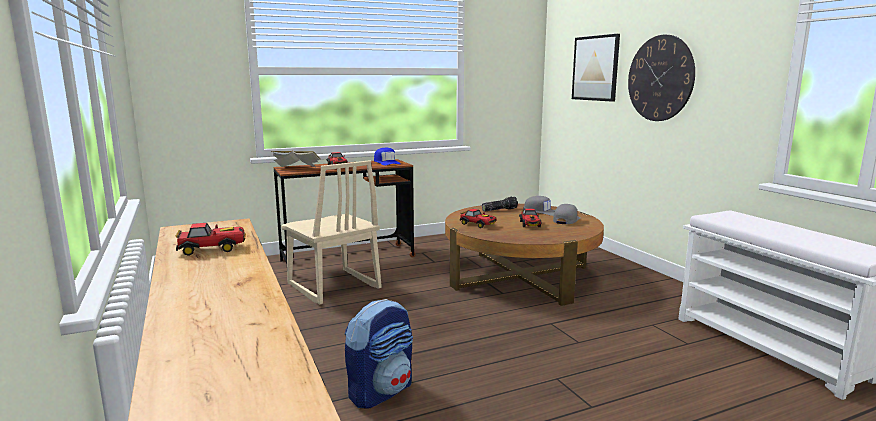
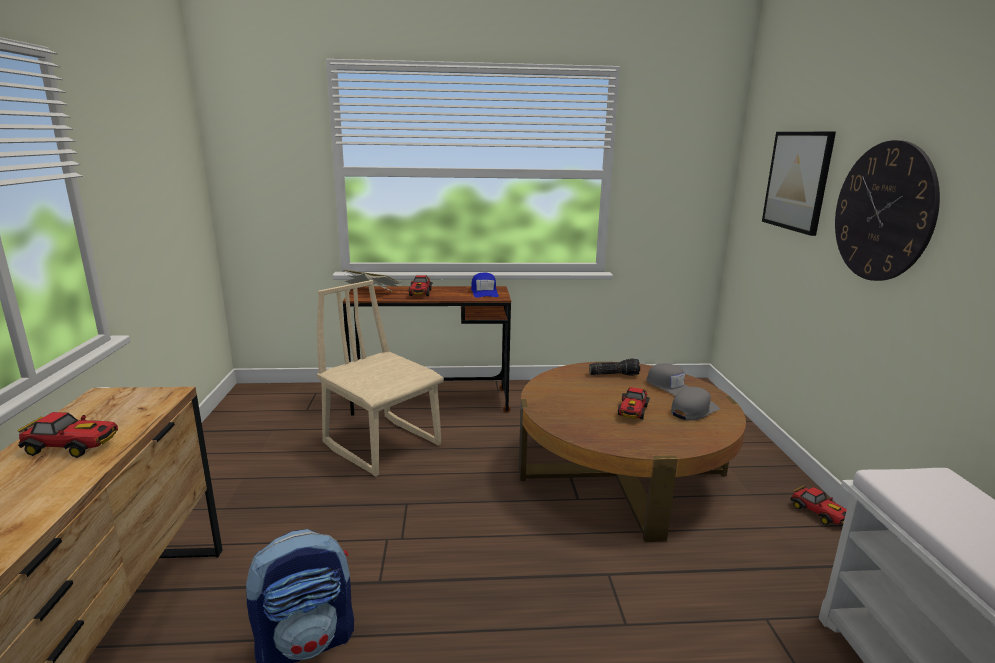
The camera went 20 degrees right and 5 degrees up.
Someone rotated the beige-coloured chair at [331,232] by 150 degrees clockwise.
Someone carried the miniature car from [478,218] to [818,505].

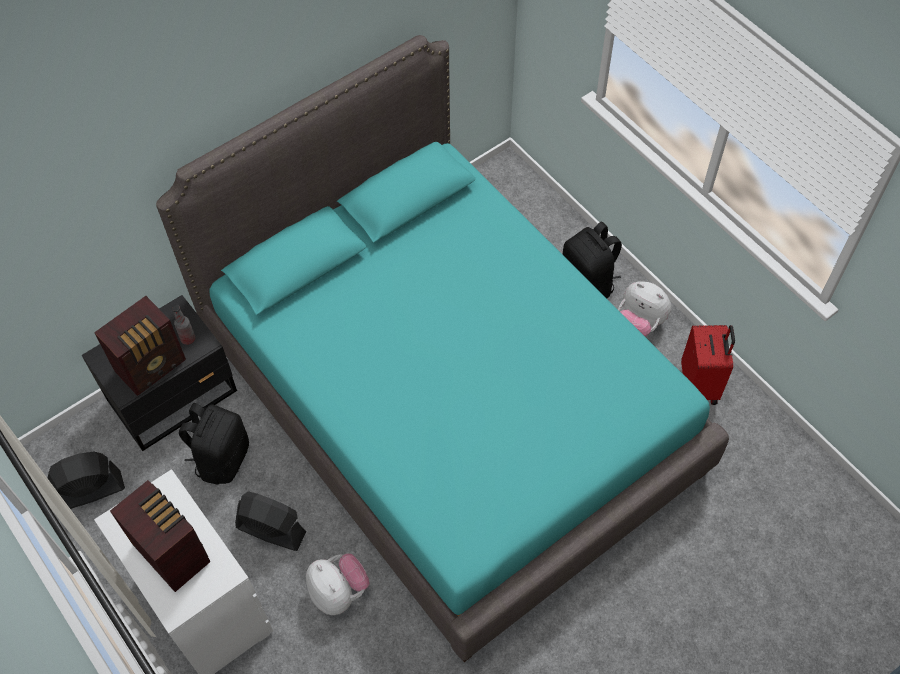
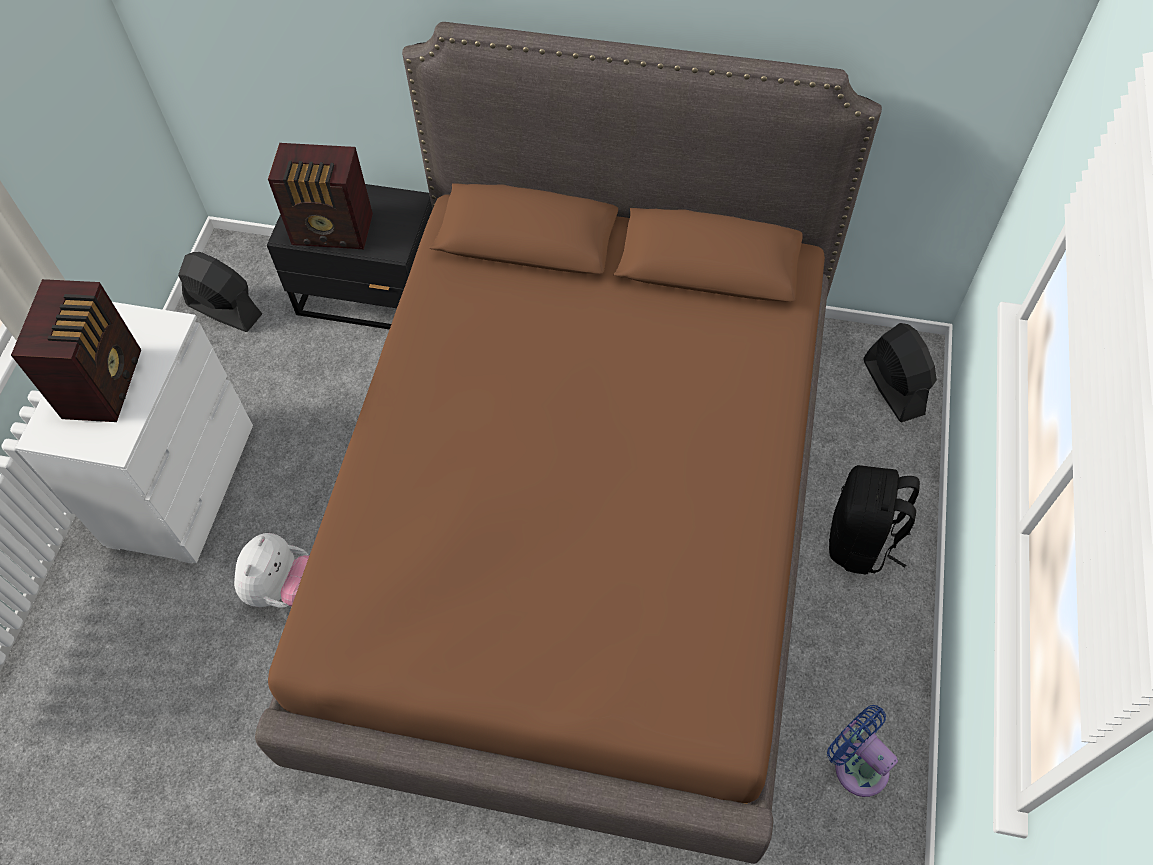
The camera went 50 degrees right and 0 degrees up.
Someone repainted the turquoise bed at [442,348], which became the brown bed at [568,443].
Someone took away the bottle at [184,325].
Someone took away the black backpack at [214,444].
Someone carried the black cooling fan from [271,521] to [900,372].
Someone took away the soft toy at [644,308].
Someone swapped the red-coloured piece of luggage at [708,365] for the blue cooling fan at [862,751].

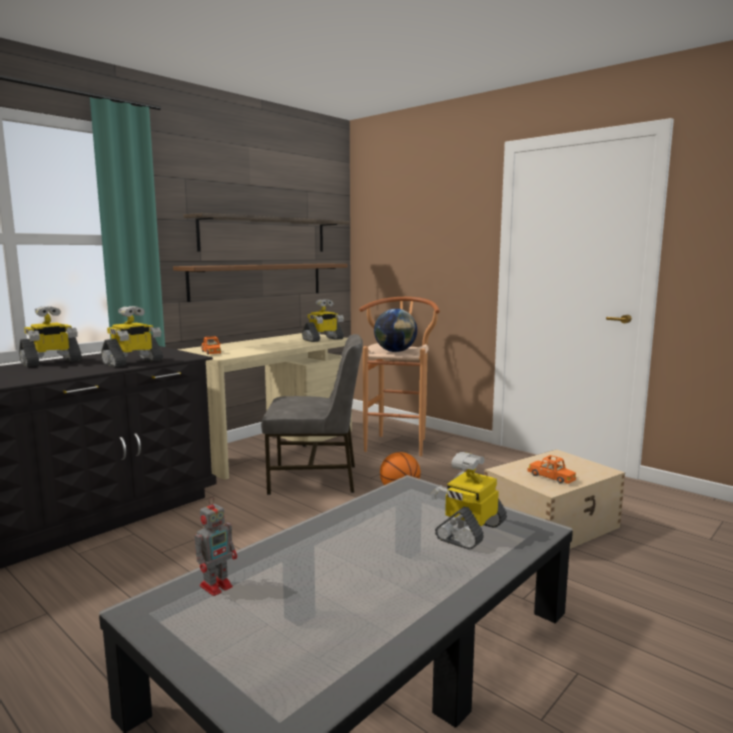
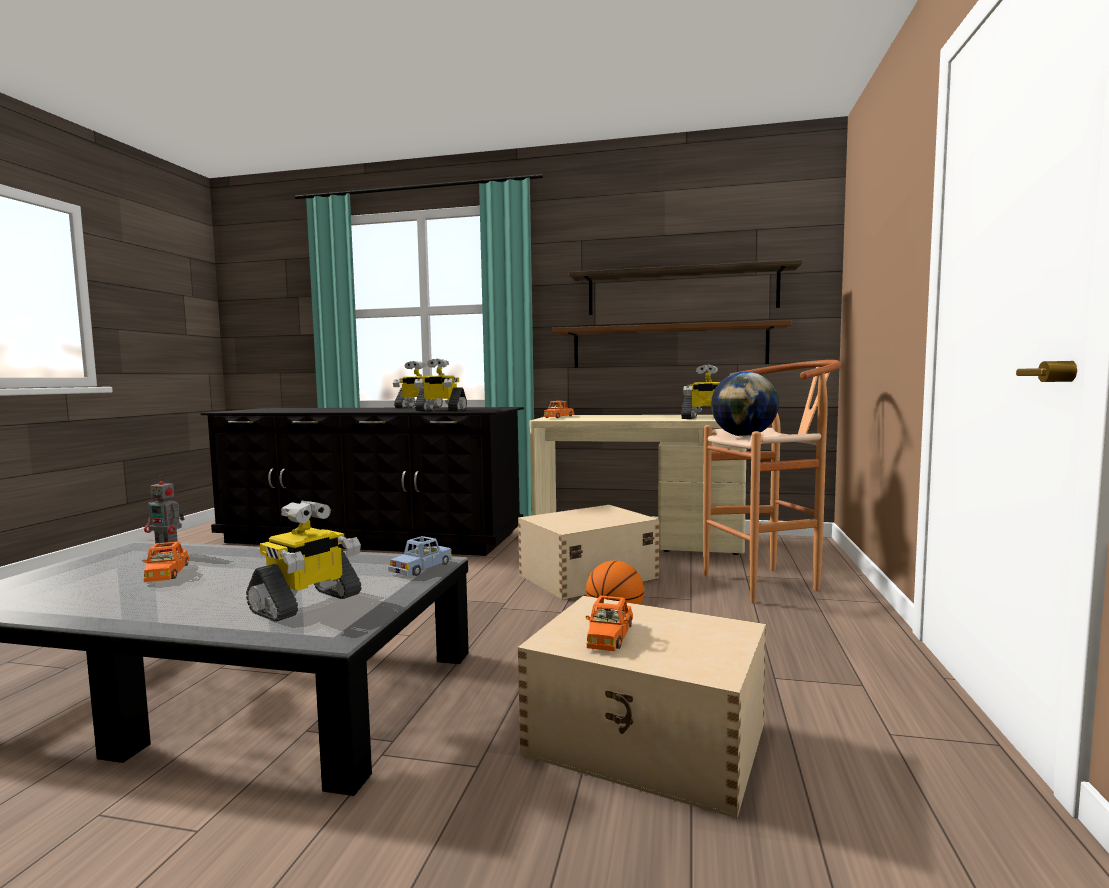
The camera went 60 degrees right and 5 degrees down.
Someone swapped the greyish chair at [312,414] for the beige-coloured storage container at [588,552].
Someone rotated the toy robot at [469,500] by 120 degrees clockwise.
Someone put down the orangey miniature car at [166,562].
Someone put down the blue miniature car at [420,556].

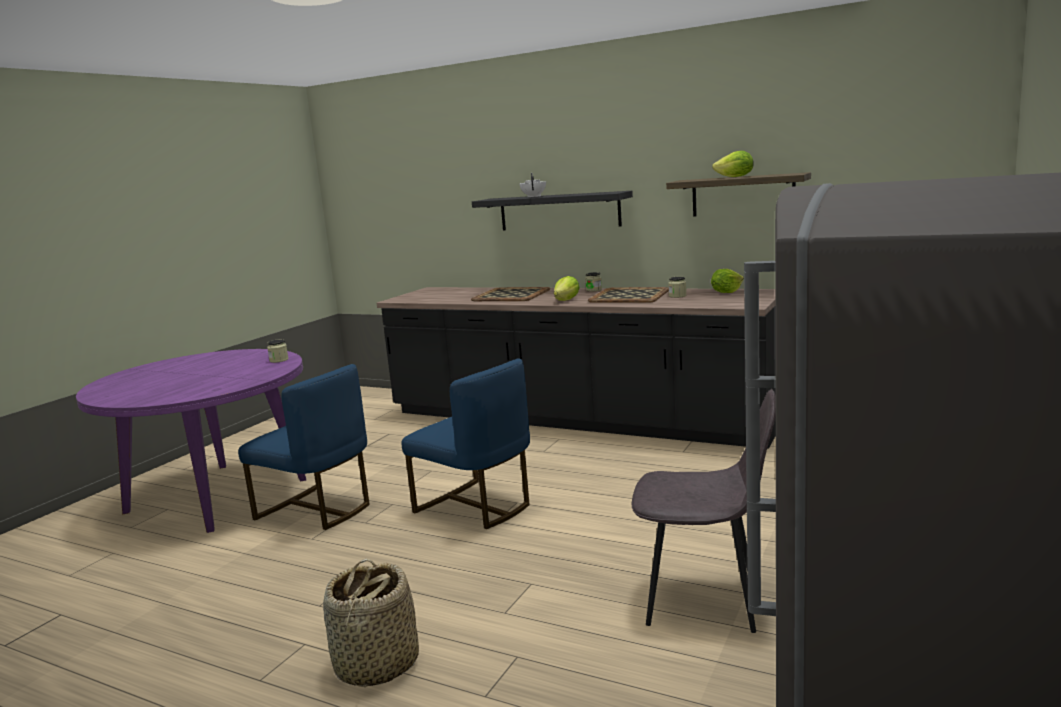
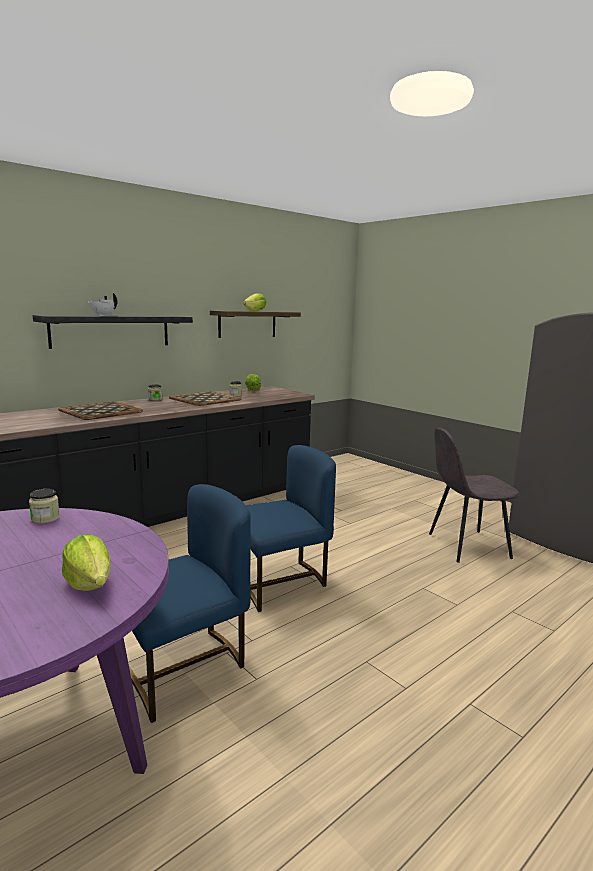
The camera went 70 degrees left and 0 degrees up.
Someone took away the basket at [371,623].
Someone carried the lettuce head from [567,288] to [86,562].
Someone rotated the greyish chair at [704,511] by 135 degrees counterclockwise.

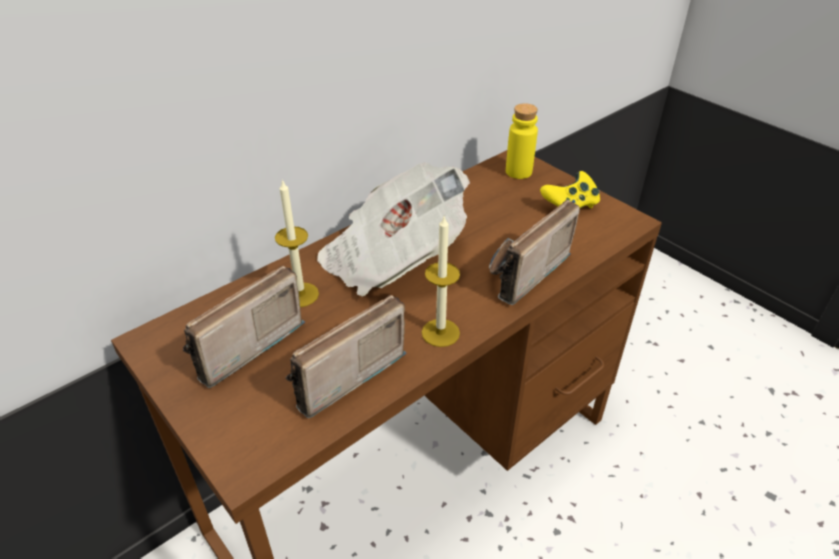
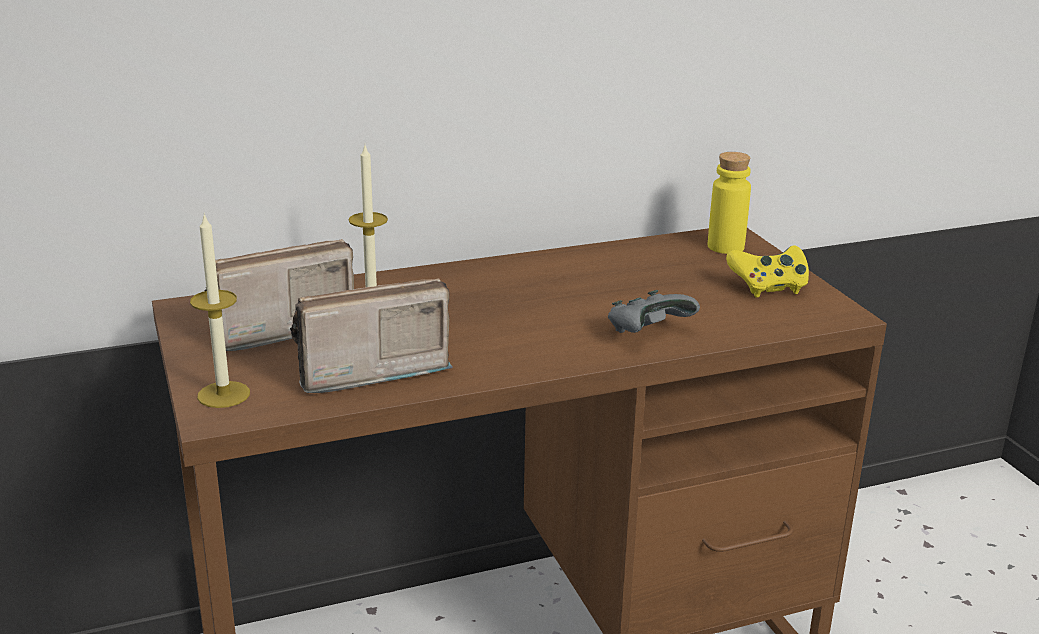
The camera went 20 degrees right and 15 degrees down.
Someone took away the printed paper at [393,229].
Someone carried the wax light from [441,281] to [220,311].
Someone swapped the radio at [534,252] for the greyish gamepad at [654,311].

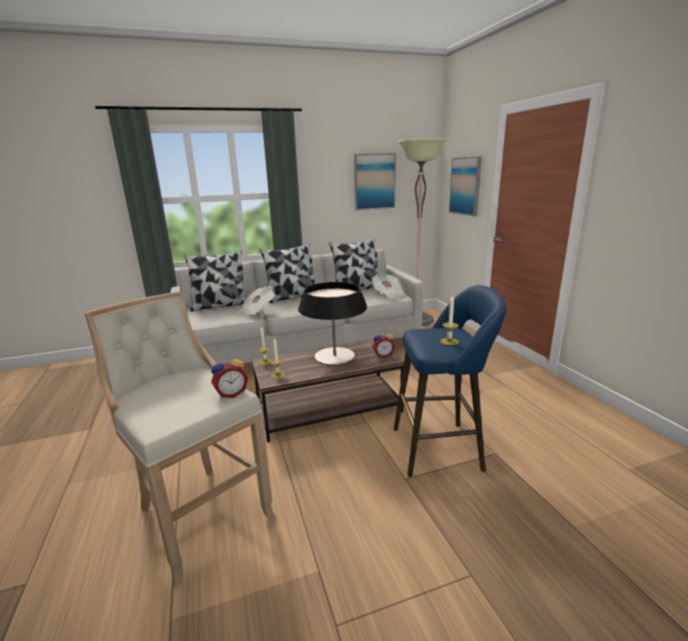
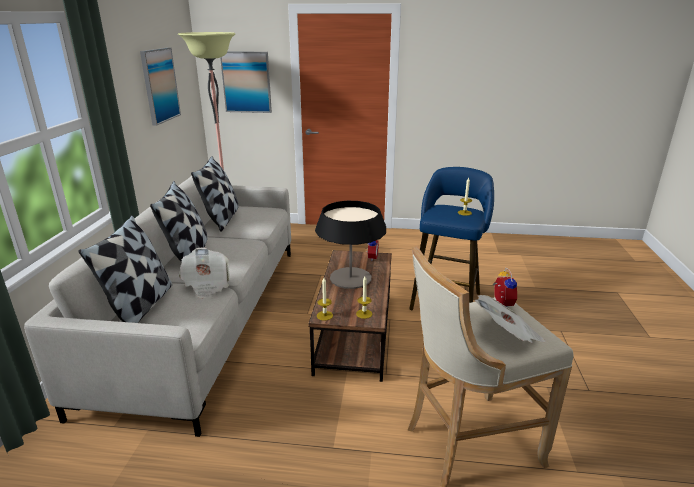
The camera went 65 degrees left and 5 degrees up.
Someone carried the printed paper from [388,286] to [510,319].

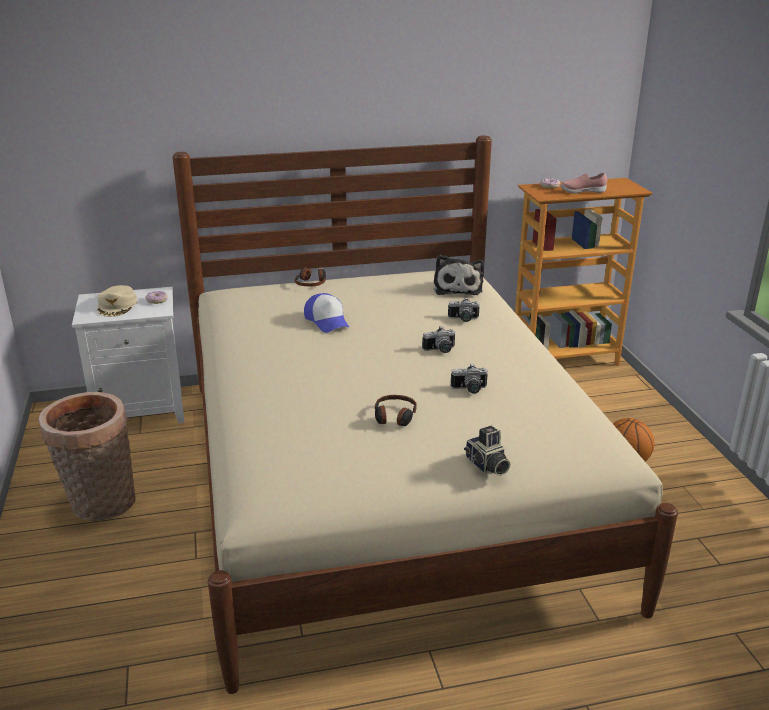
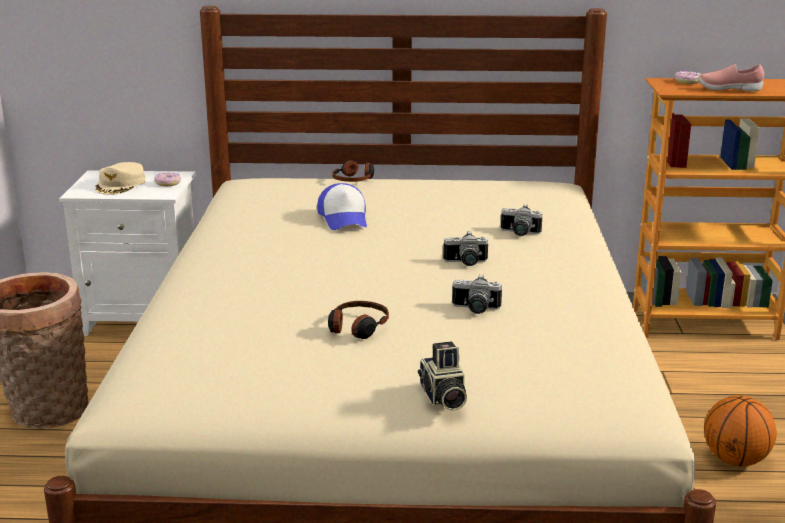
The camera went 15 degrees right and 5 degrees down.
Someone took away the soft toy at [459,275].

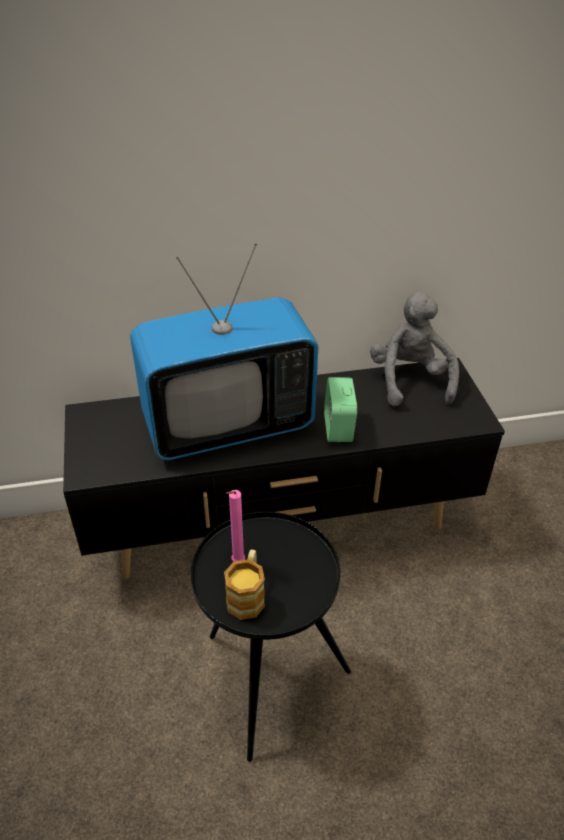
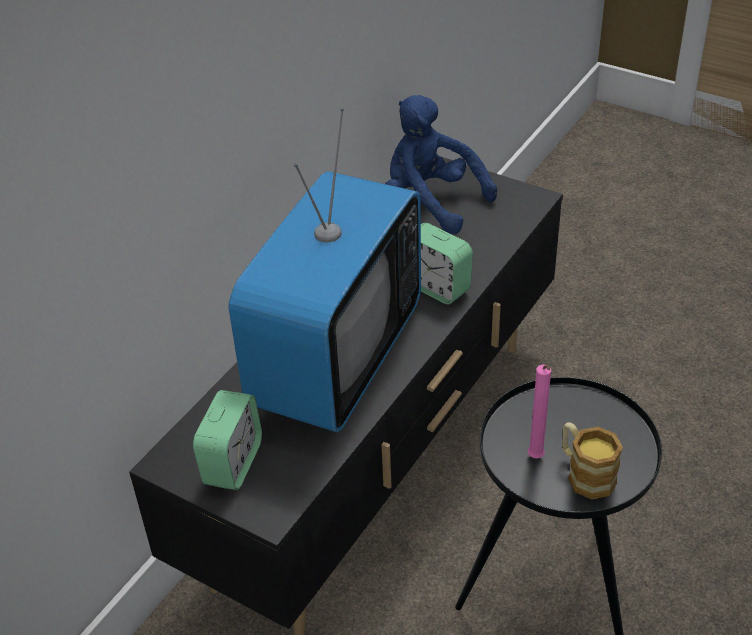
The camera went 45 degrees left and 0 degrees up.
Someone repainted the greyish soft toy at [414,349], which became the blue soft toy at [441,164].
Someone put down the alarm clock at [227,440].

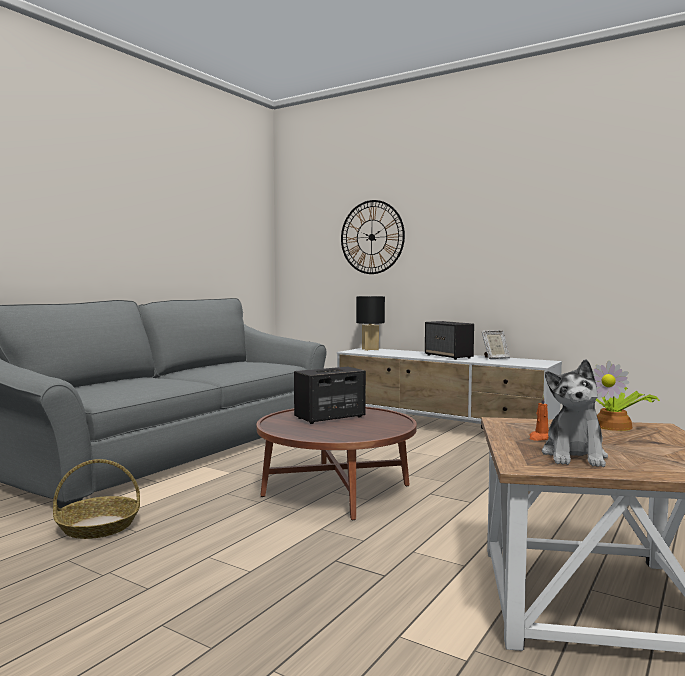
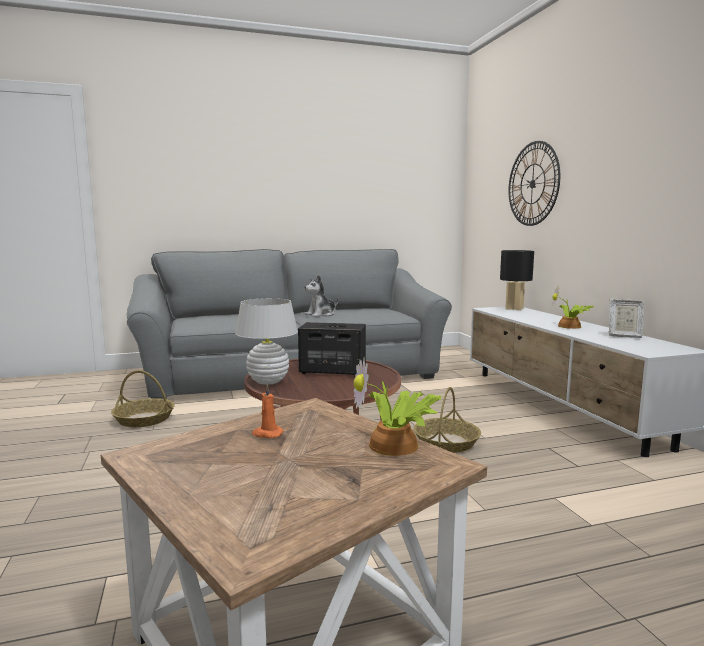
The camera went 40 degrees right and 5 degrees up.
Someone swapped the loudspeaker at [449,340] for the houseplant at [573,308].
Someone carried the soft toy from [575,413] to [321,296].
Someone put down the white table lamp at [266,341].
Someone put down the basket at [447,420].

